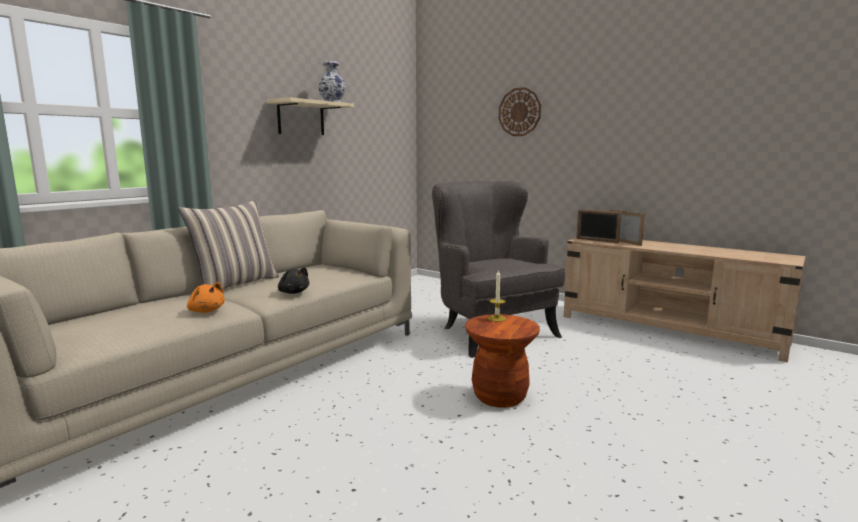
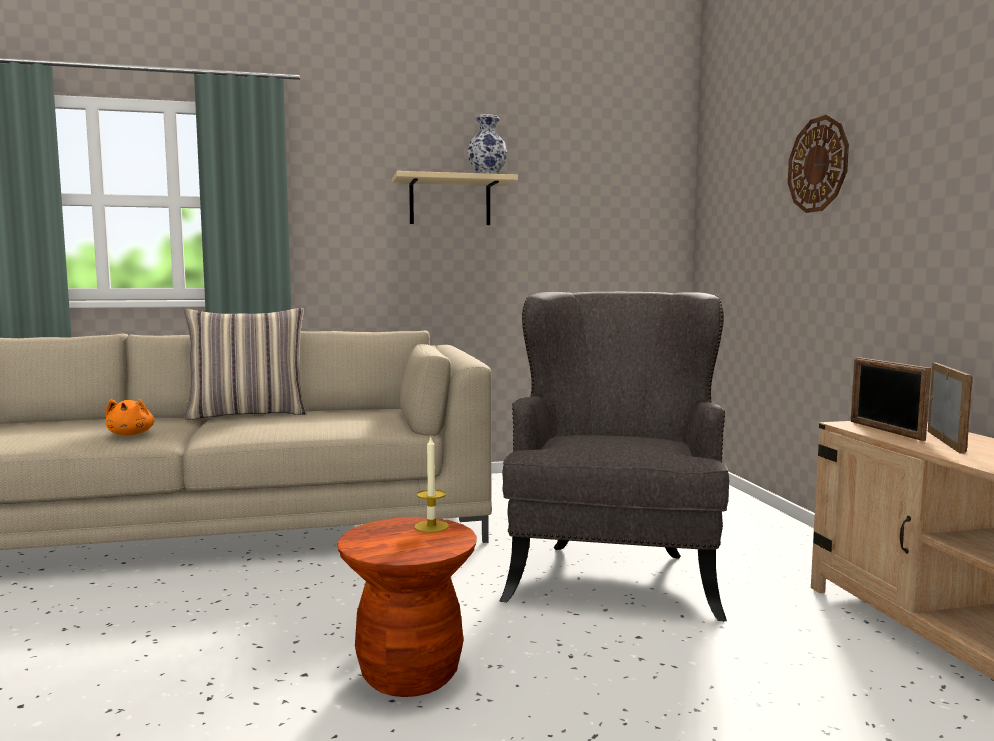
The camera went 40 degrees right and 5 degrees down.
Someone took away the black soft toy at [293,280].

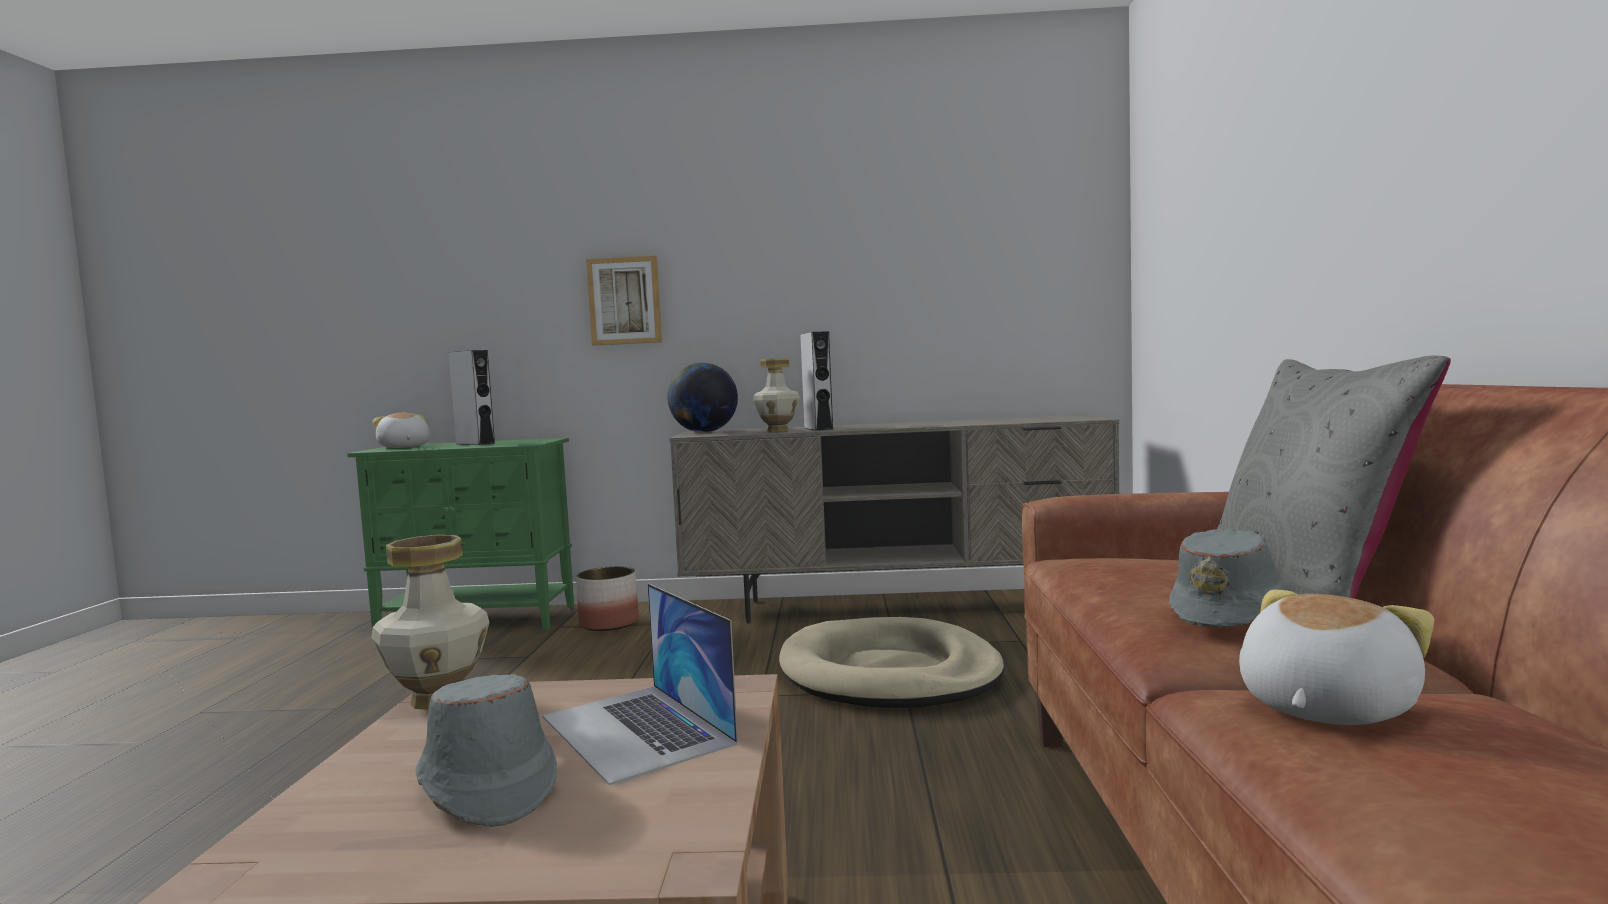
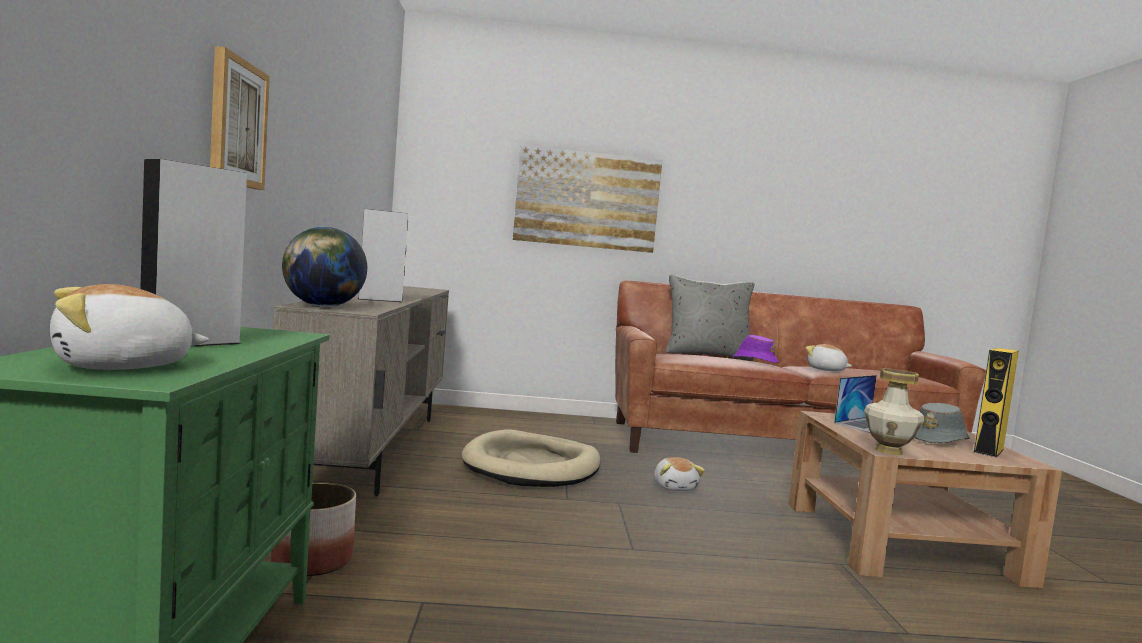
The camera went 95 degrees left and 0 degrees up.
Someone took away the flower vase at [776,395].
Someone repainted the greyish clothing hat at [1226,578], which became the purplish clothing hat at [756,349].
Someone put up the picture at [587,199].
Someone put down the soft toy at [679,474].
Someone put down the yellow loudspeaker at [996,402].

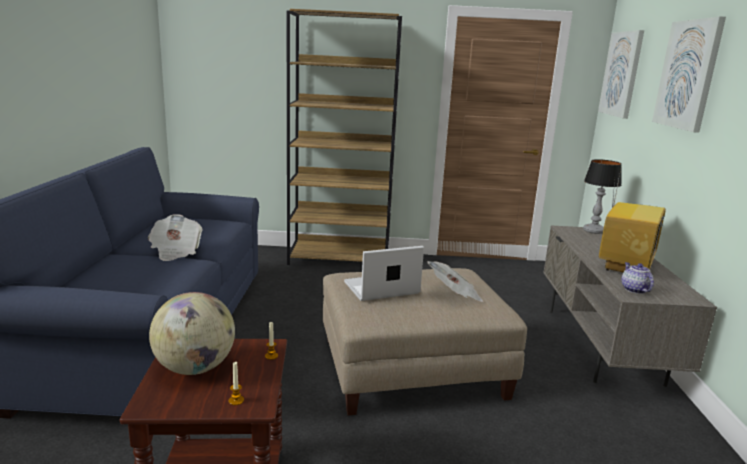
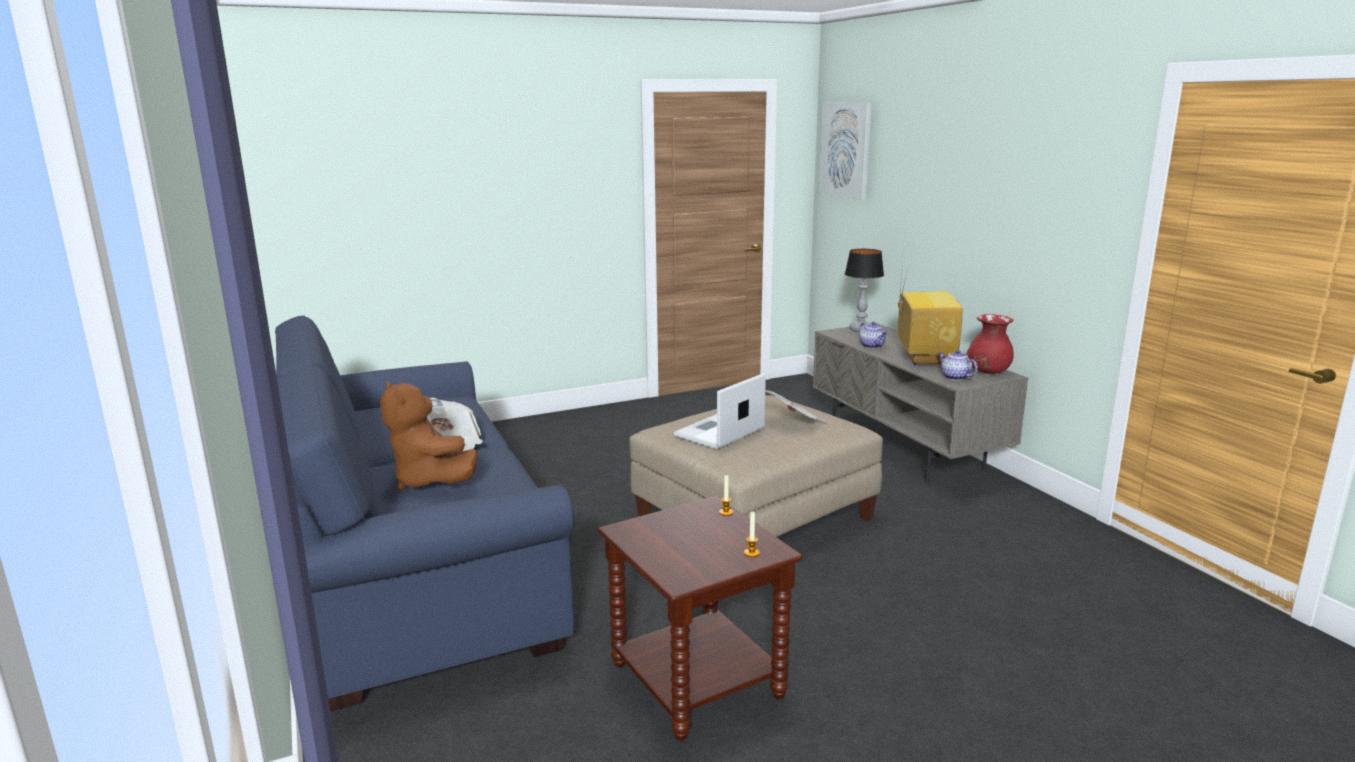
The camera went 25 degrees left and 0 degrees up.
Someone took away the globe at [192,333].
Someone took away the brown shelving unit at [344,137].
Someone took away the picture at [689,74].
Someone put down the brown soft toy at [429,436].
Someone put down the pot for tea at [873,335].
Someone put down the red-coloured flower vase at [990,344].

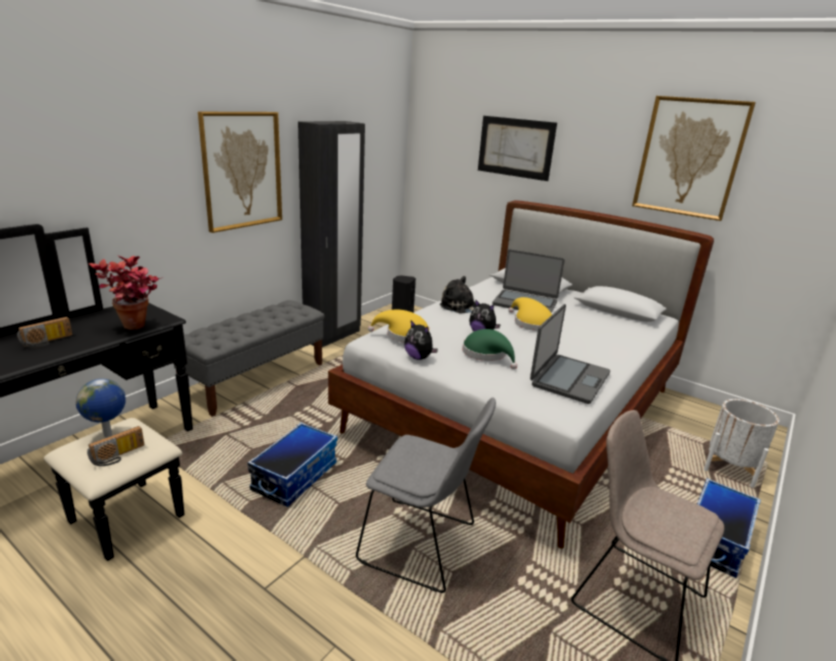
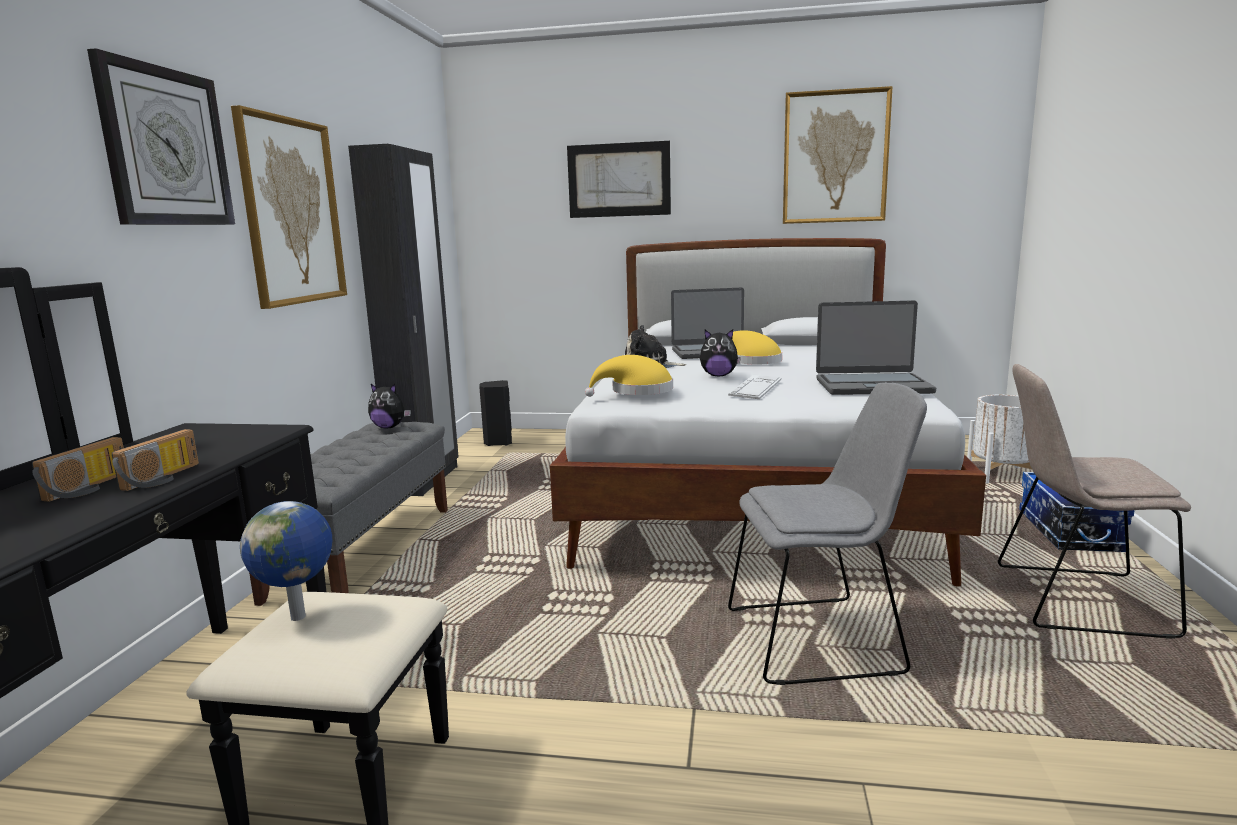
The camera went 25 degrees left and 10 degrees down.
Someone carried the radio from [115,446] to [155,460].
Someone took away the houseplant at [125,293].
Someone took away the storage container at [292,464].
Someone carried the soft toy from [421,340] to [389,406].
Someone swapped the green-coloured clothing hat at [489,349] for the PC keyboard at [754,387].
Someone rotated the notebook computer at [570,354] by 90 degrees clockwise.
Someone put up the clock on the wall at [161,136].

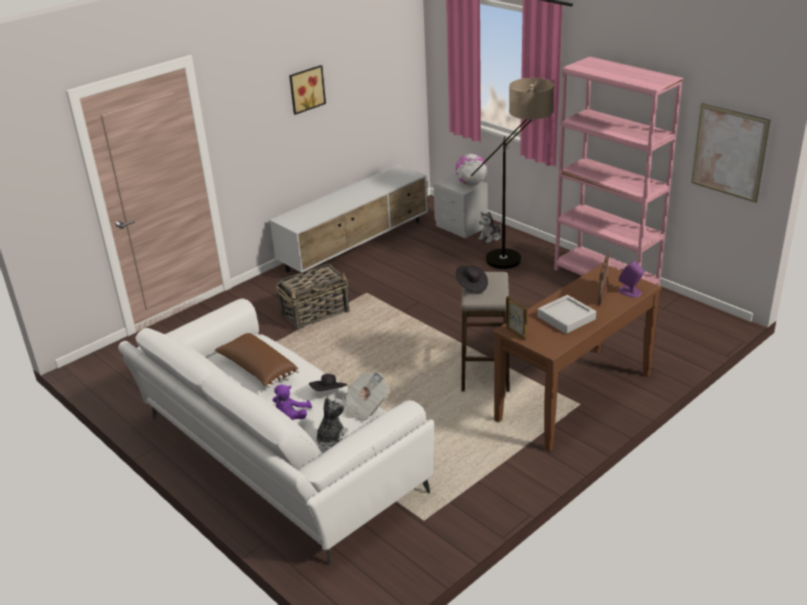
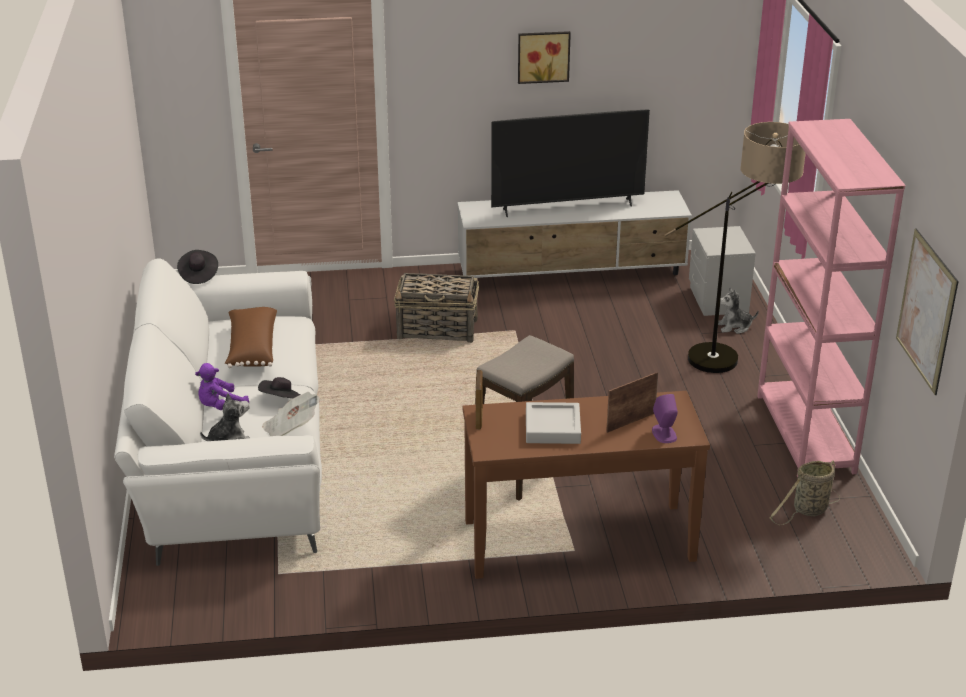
The camera went 35 degrees right and 0 degrees up.
Someone took away the globe at [471,169].
Someone carried the black clothing hat from [472,279] to [197,267].
Someone put down the TV at [570,163].
Someone put down the basket at [805,492].

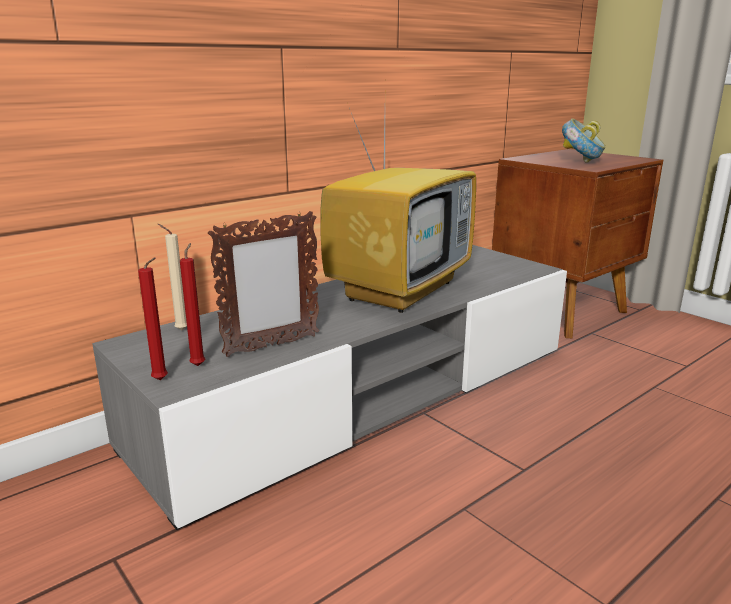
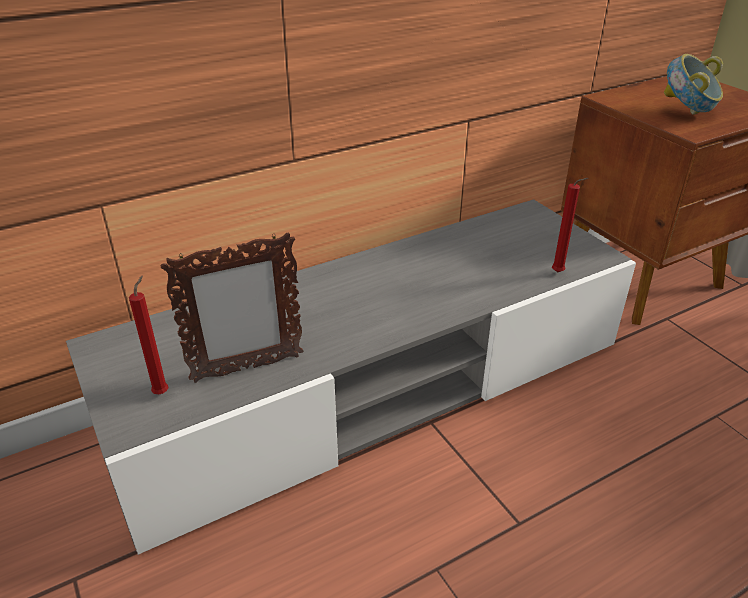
The camera went 10 degrees right and 15 degrees up.
Someone carried the red-coloured wax light from [153,318] to [570,225].
Someone took away the beige-coloured wax light at [172,277].
Someone took away the TV at [398,208].

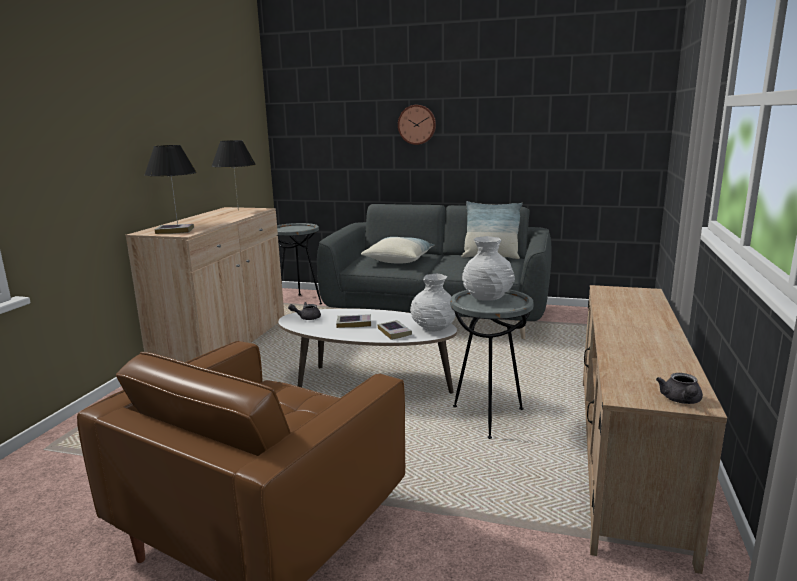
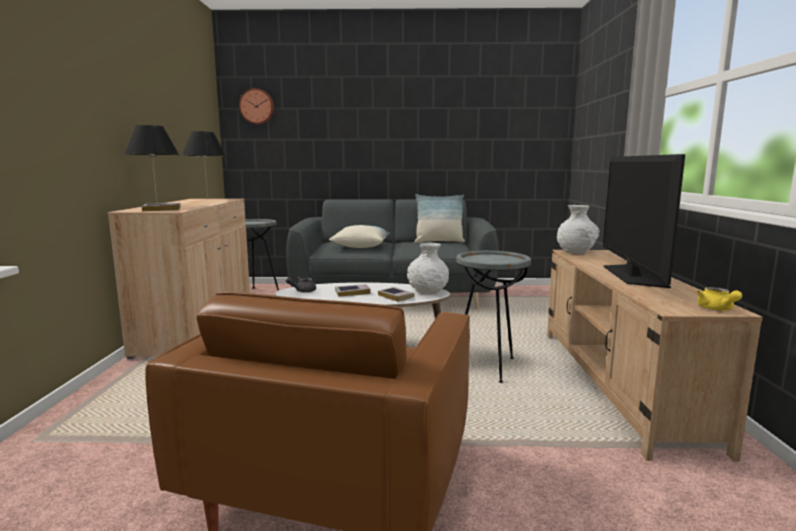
The camera went 15 degrees left and 5 degrees down.
Someone carried the clock on the wall from [417,125] to [256,106].
Someone carried the white flower vase from [488,268] to [578,229].
Someone repainted the greyish pot for tea at [679,388], which became the yellow pot for tea at [719,299].
Someone put down the TV at [644,221].

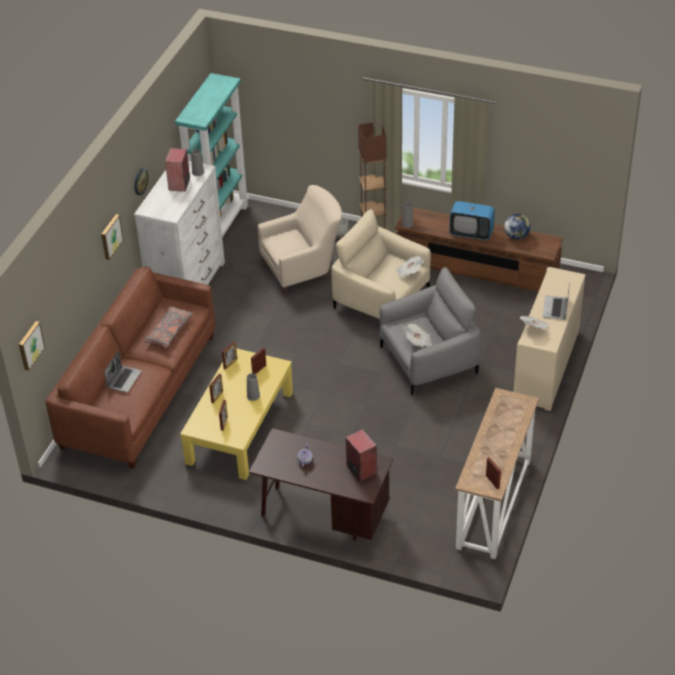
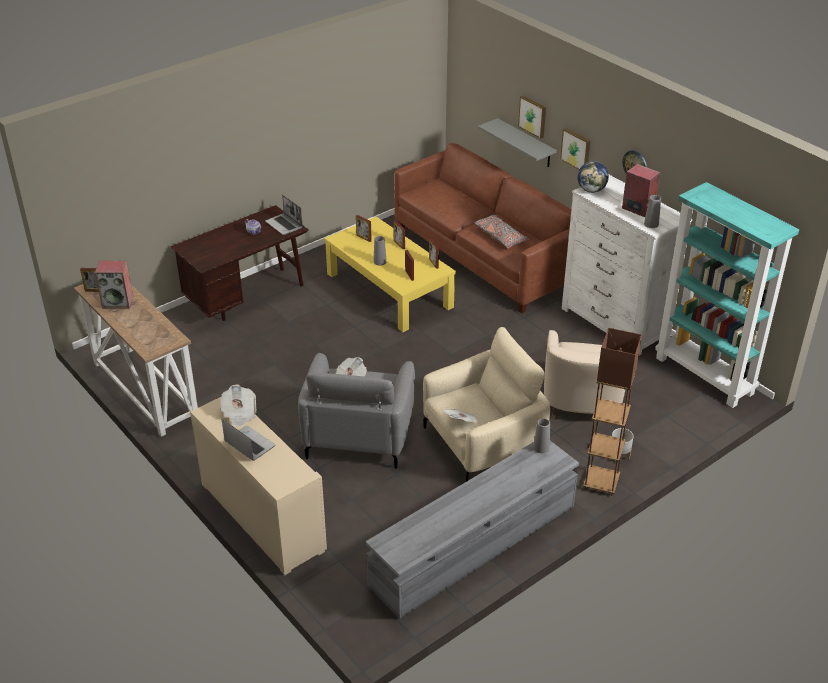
The camera went 120 degrees right and 5 degrees down.
Someone carried the picture from [32,346] to [532,117].
Someone carried the notebook computer from [123,371] to [284,215].
Someone carried the loudspeaker from [361,455] to [114,285].
Someone repainted the brown tv unit at [479,250], which became the greyish tv unit at [472,530].
Someone took away the TV at [472,215].
Someone carried the globe from [517,227] to [593,177].
Someone put up the greyish bracket shelf at [517,142].

